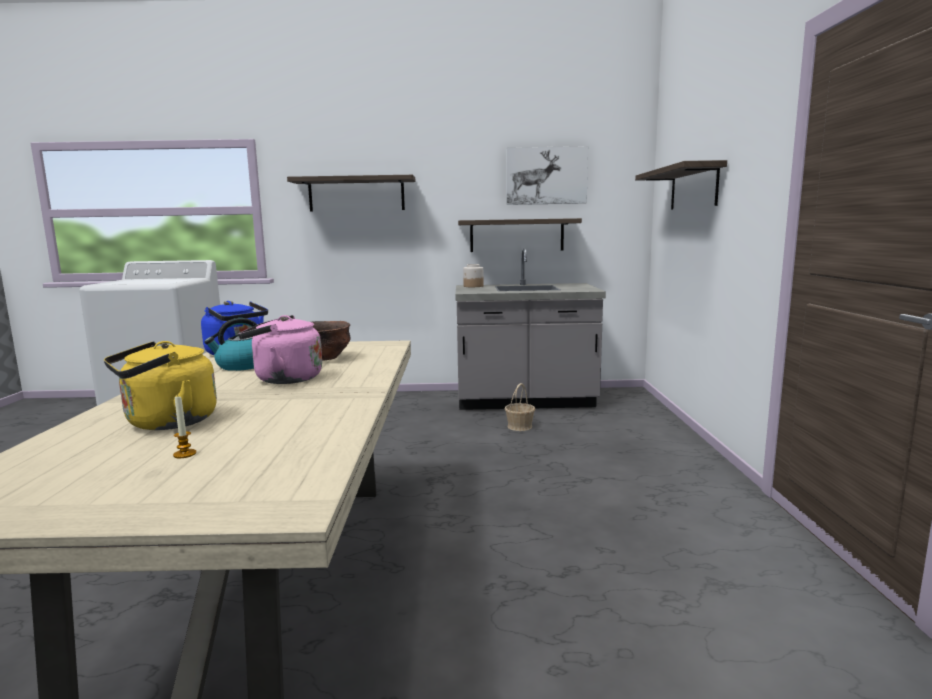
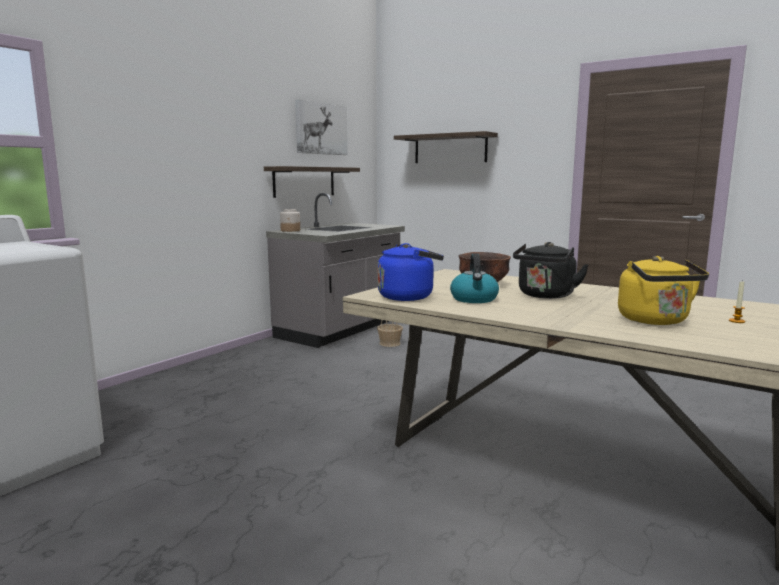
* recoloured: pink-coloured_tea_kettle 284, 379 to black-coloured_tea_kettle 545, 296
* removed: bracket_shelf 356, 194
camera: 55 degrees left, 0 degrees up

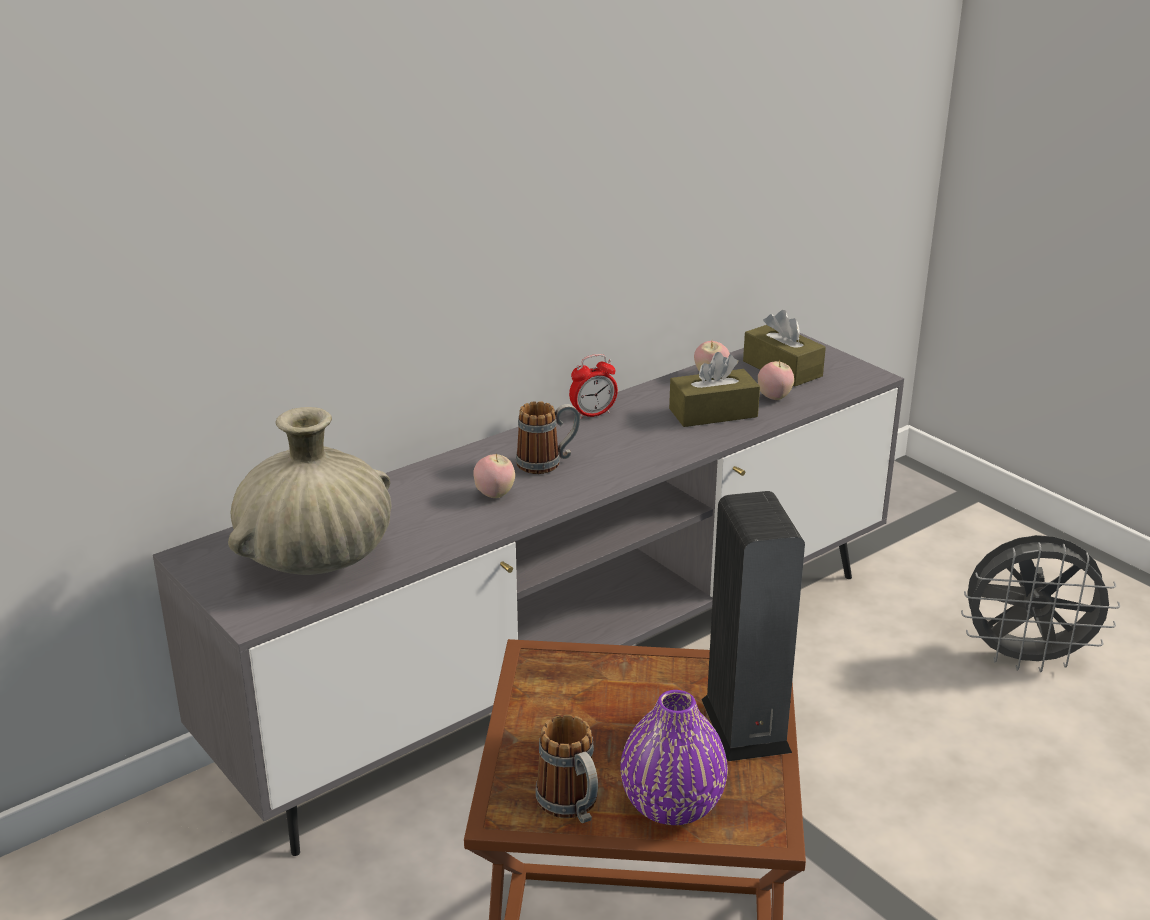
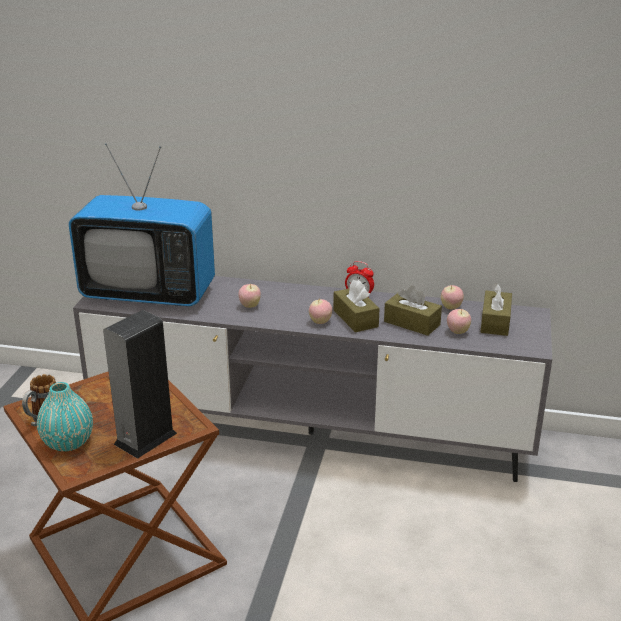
* replaced: sand-coloured_decorative_vase 315, 558 to television 149, 293
* removed: coffee_mug 548, 463
* recoloured: purple_decorative_vase 672, 805 to turquoise_decorative_vase 68, 442
* removed: gray_electric_fan 1026, 658
* added: apple_fruit 320, 322
* added: brown-coloured_tissue_box 355, 318
camera: 50 degrees right, 0 degrees up

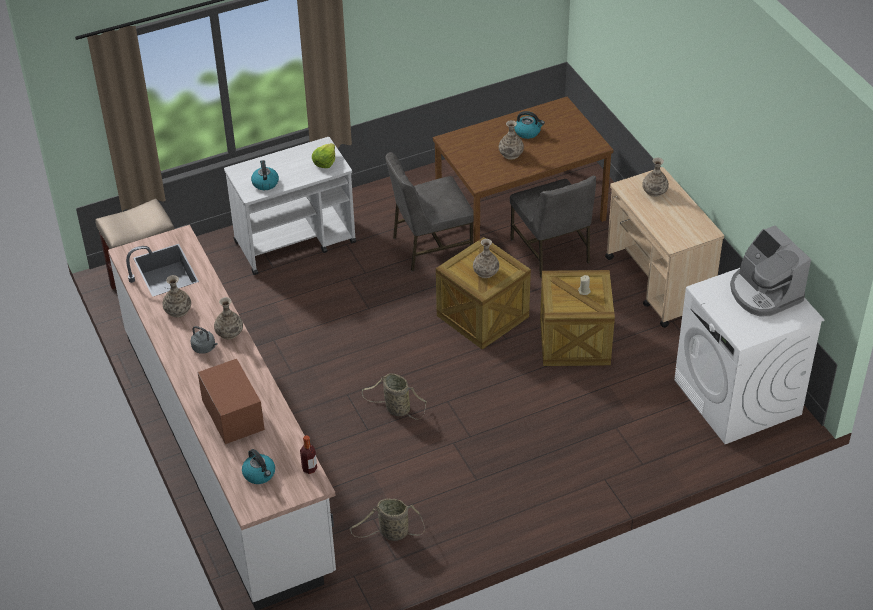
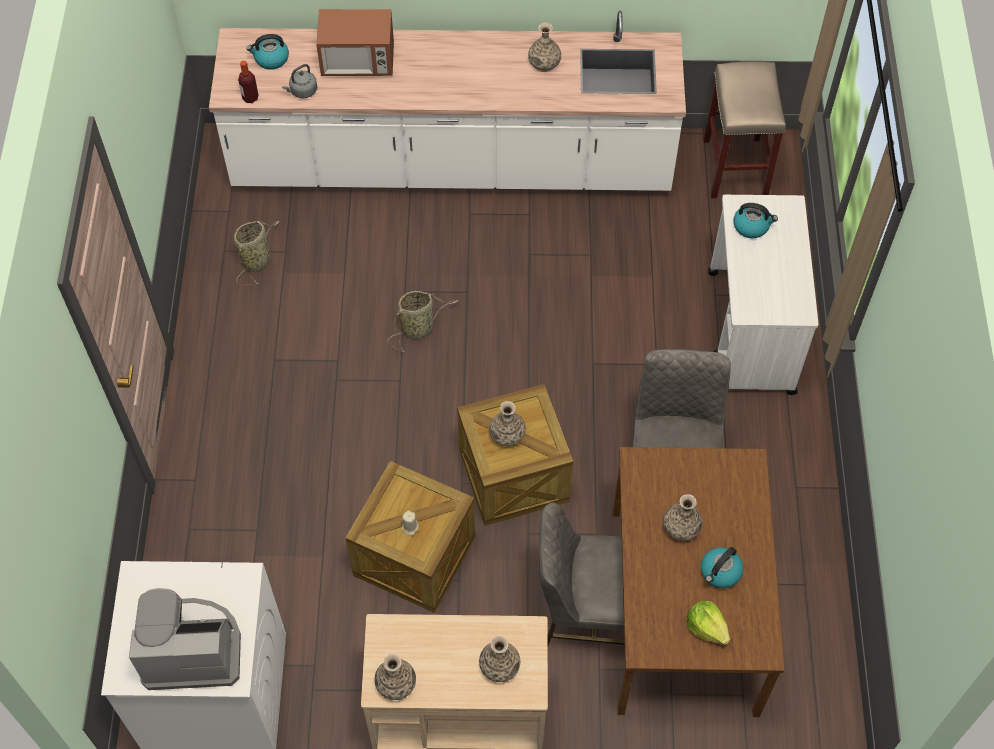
* moved: gray_tea_kettle 205, 348 to 302, 91
* moved: decorative_vase 229, 332 to 396, 684
* moved: head_of_lettuce 325, 162 to 707, 627
camera: 115 degrees right, 15 degrees up

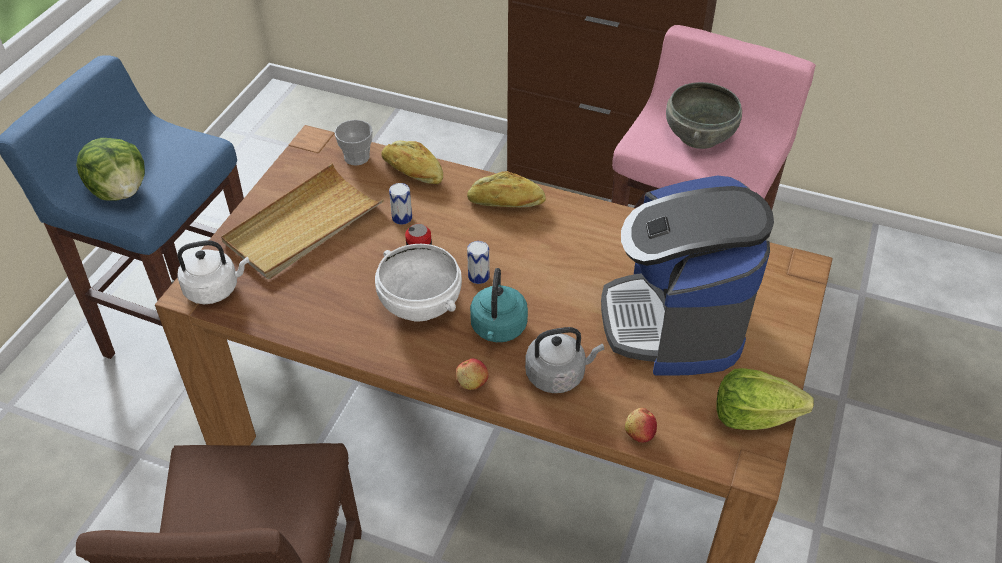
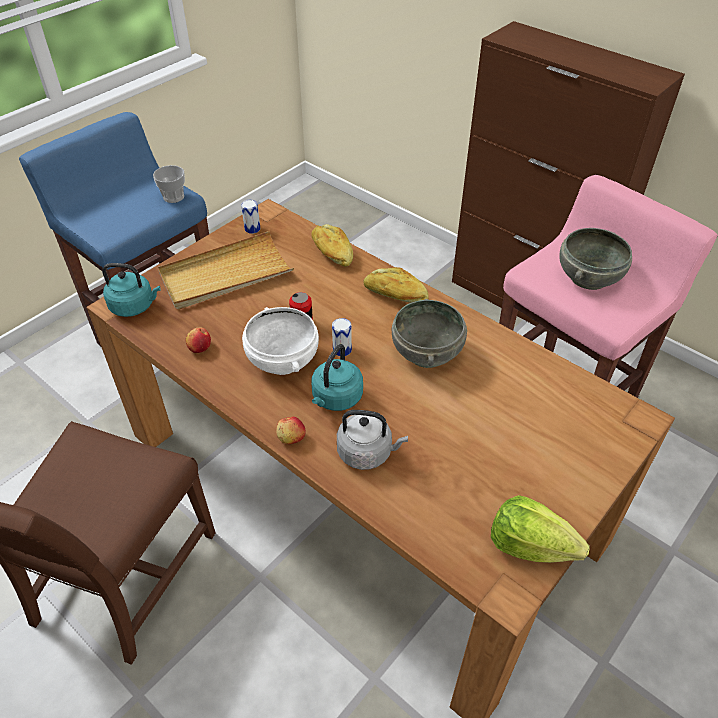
* removed: head_of_lettuce 121, 191
* recoloured: white-coloured_tea_kettle 215, 289 to turquoise_tea_kettle 134, 306
* moved: cup 356, 157 to 173, 197
* moved: sealed_can 402, 217 to 252, 229
* removed: coffee_maker 674, 322
* moved: apple_fruit 639, 433 to 199, 347
* added: gray_deep_dish 428, 353
camera: 20 degrees right, 0 degrees up

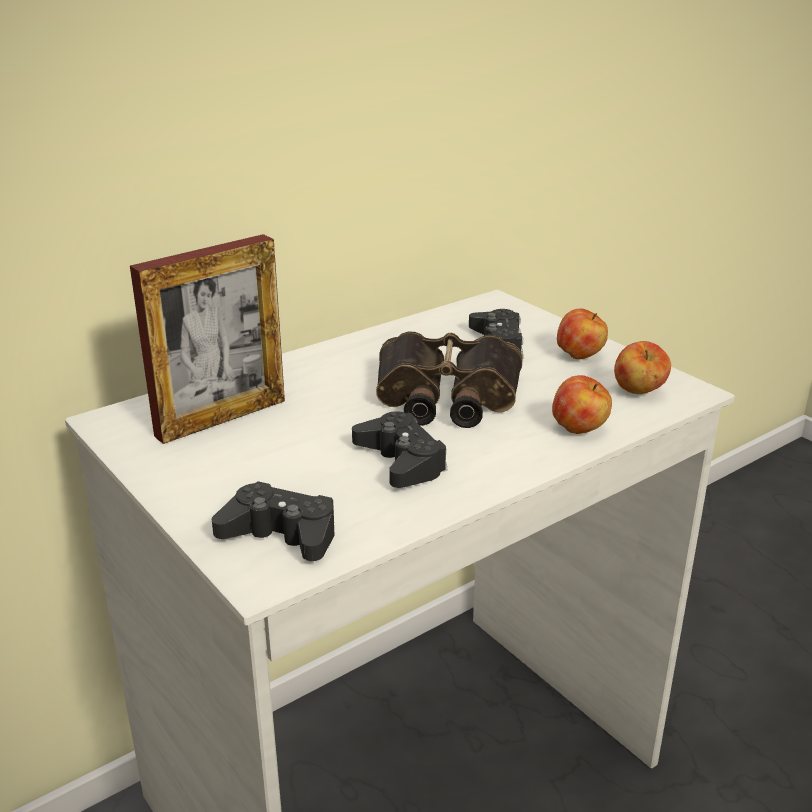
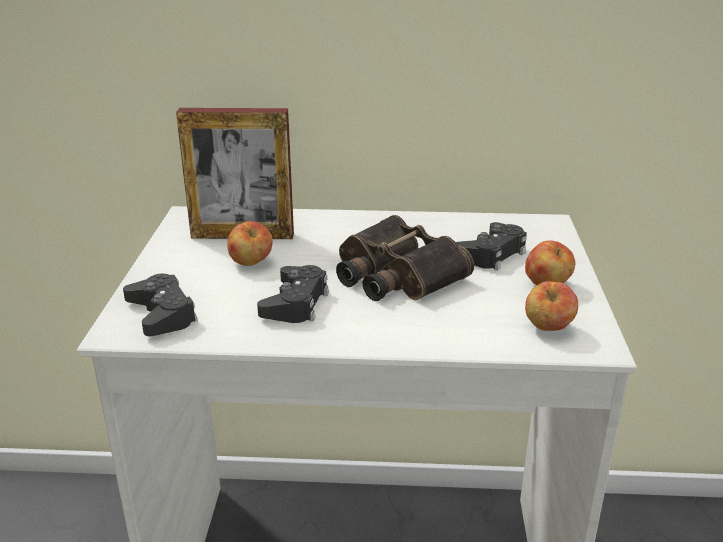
* moved: apple_fruit 579, 429 to 251, 263
camera: 40 degrees right, 0 degrees up

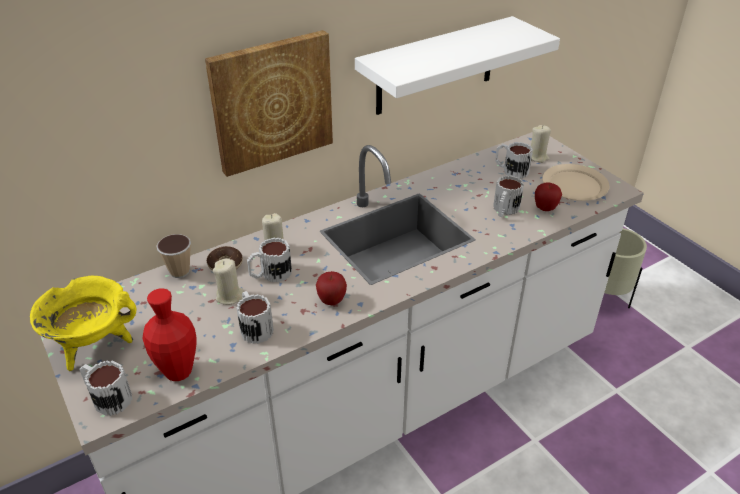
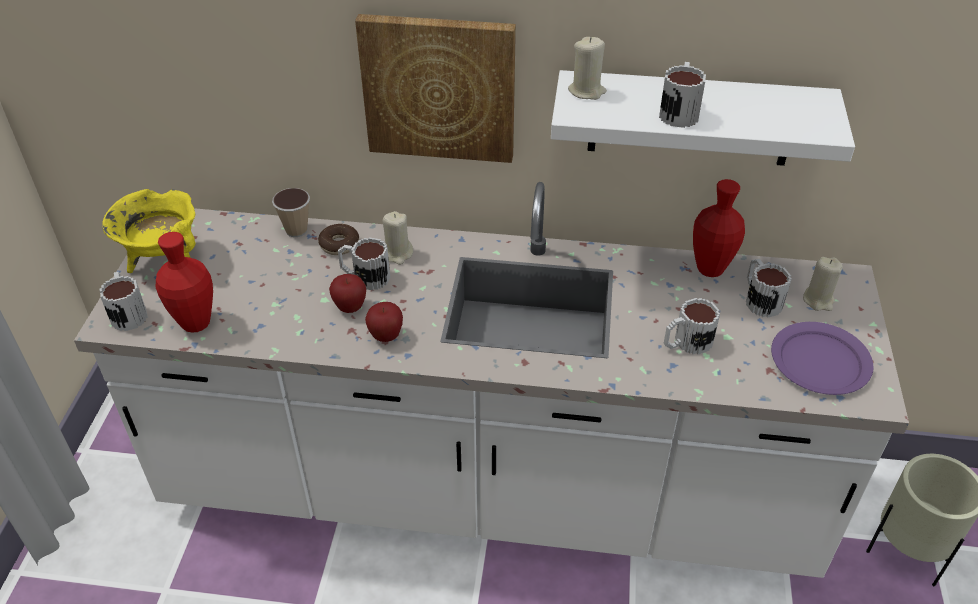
* moved: sand-coloured_candle 230, 296 to 587, 91
* moved: coffee_mug 254, 327 to 679, 111
* moved: apple_fruit 545, 208 to 350, 308
* recoloured: sand-coloured_plate 575, 185 to purple_plate 821, 362
* added: red-coloured_decorative_vase 710, 269
camera: 40 degrees right, 5 degrees up

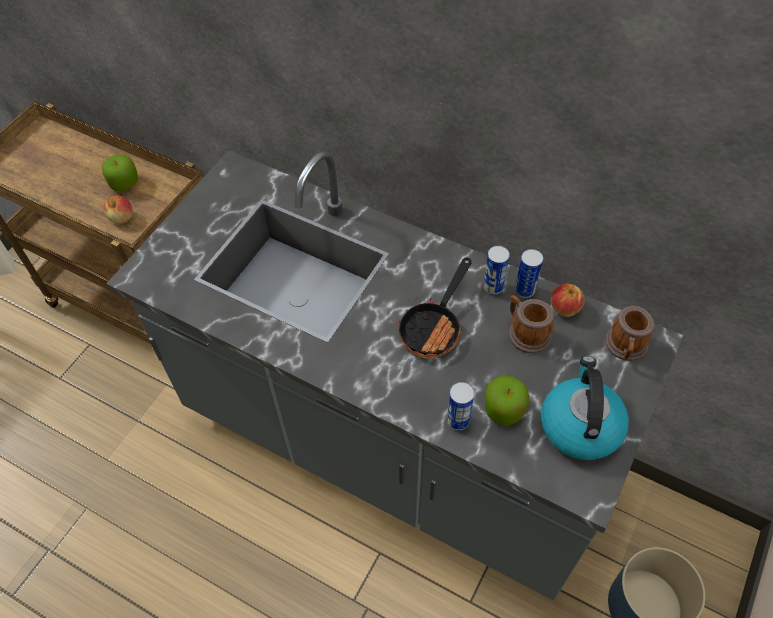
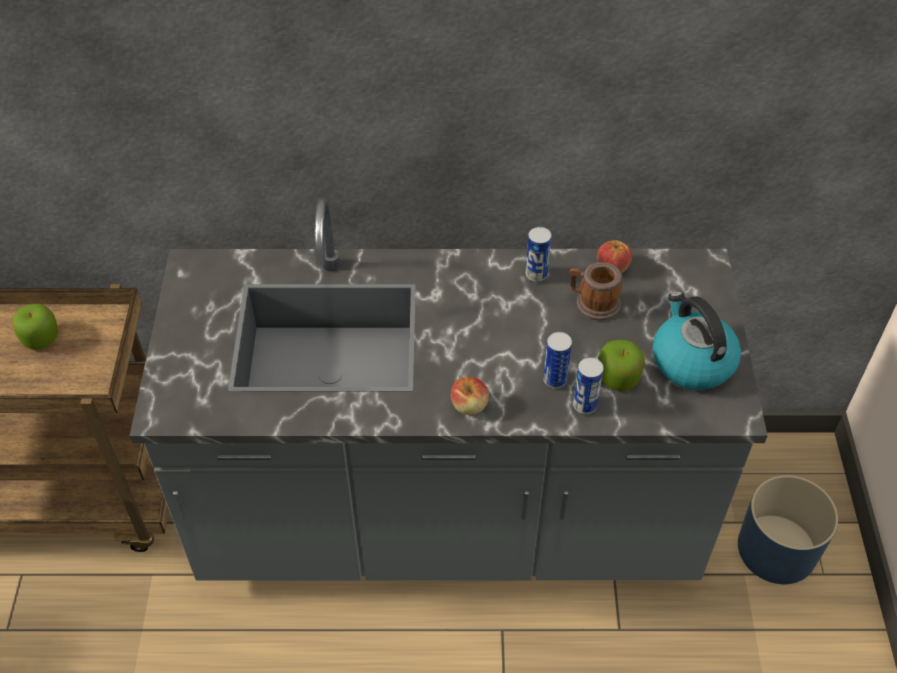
* moved: apple_fruit 121, 217 to 469, 405
* removed: frying_pan 434, 327
* moved: sealed_can 524, 290 to 554, 380
* removed: coffee_mug 625, 347
camera: 30 degrees left, 5 degrees down

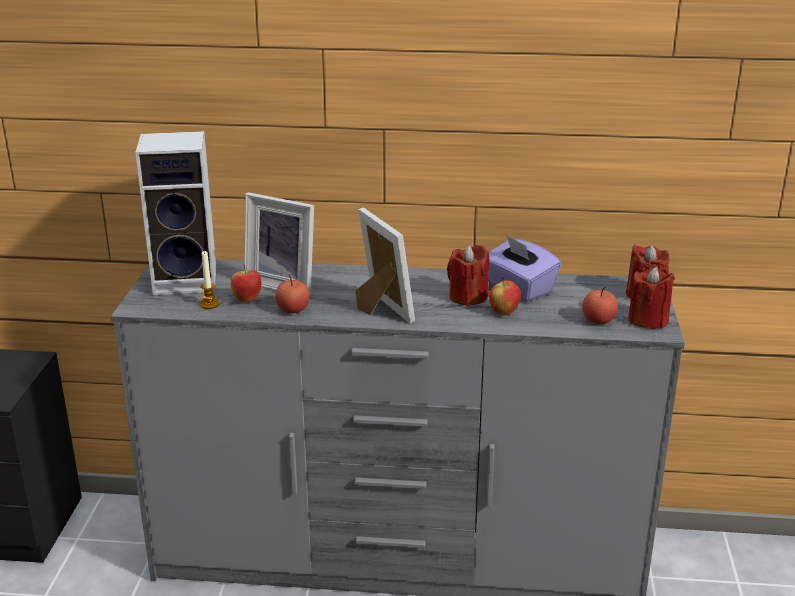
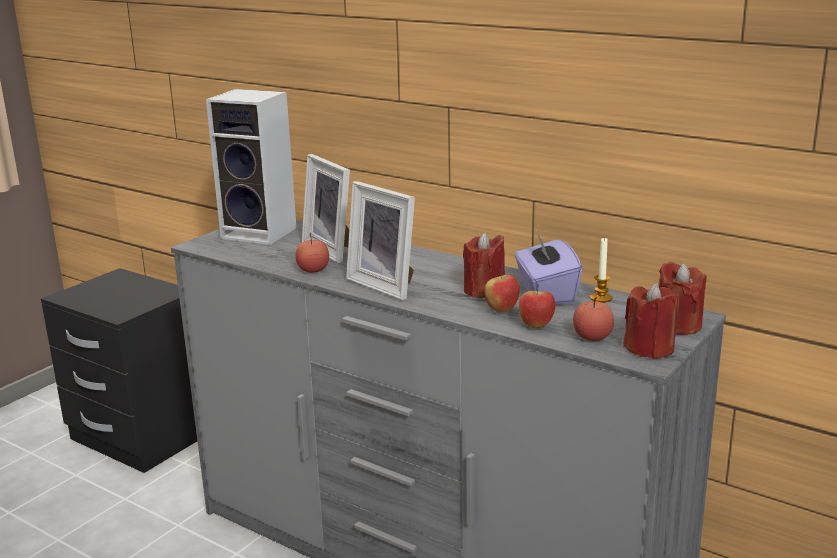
* moved: candle 209, 304 to 601, 298
* moved: apple_fruit 247, 300 to 536, 326
* turned: standing_frame 379, 310 = 387, 285 135 degrees clockwise
camera: 30 degrees right, 5 degrees down

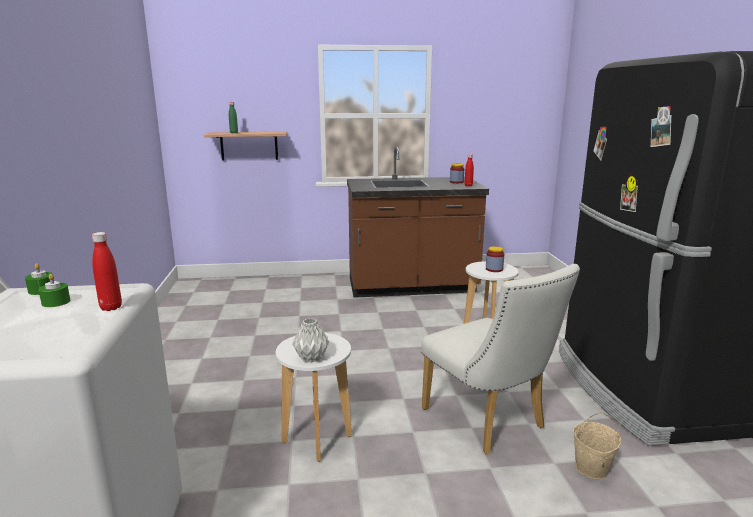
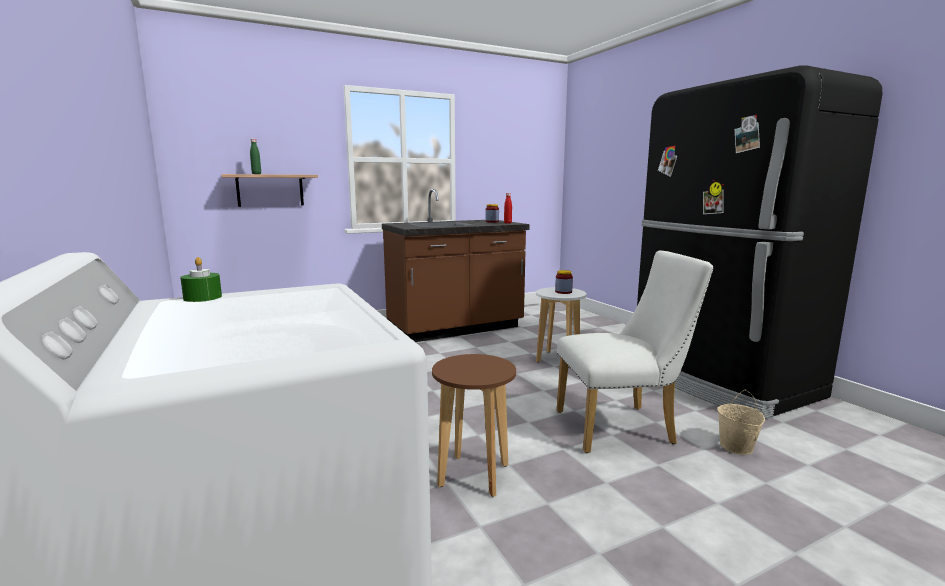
* removed: green_candle 56, 302
* removed: red-coloured_drink_bottle 111, 307
* recoloured: white-coloured_stool_seat 317, 439 to brown-coloured_stool_seat 474, 476
* removed: gray_decorative_vase 310, 358
* turned: white-coloured_upright_chair 489, 422 = 622, 427 45 degrees counterclockwise
camera: 20 degrees left, 5 degrees down

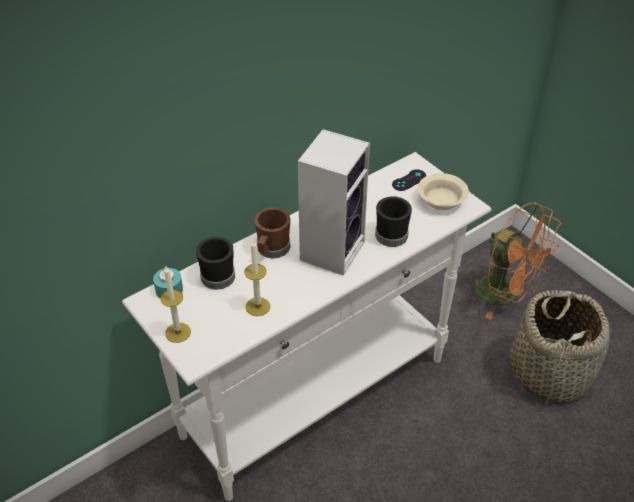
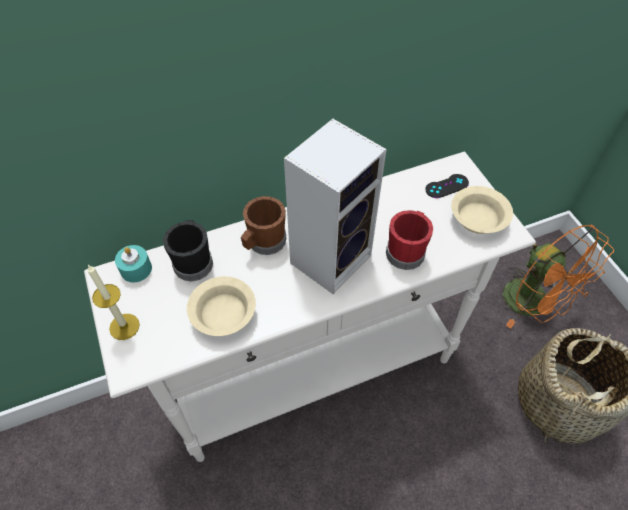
* replaced: candle 258, 306 to sand-coloured_deep_dish 223, 313
* recoloured: black-coloured_coffee_mug 392, 233 to red-coloured_coffee_mug 406, 250
camera: 15 degrees right, 10 degrees up

